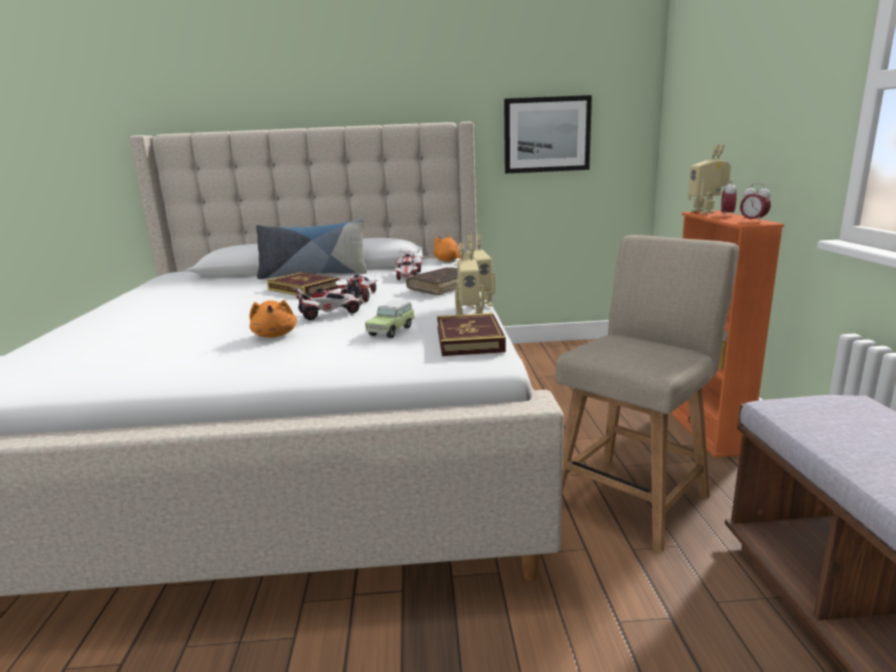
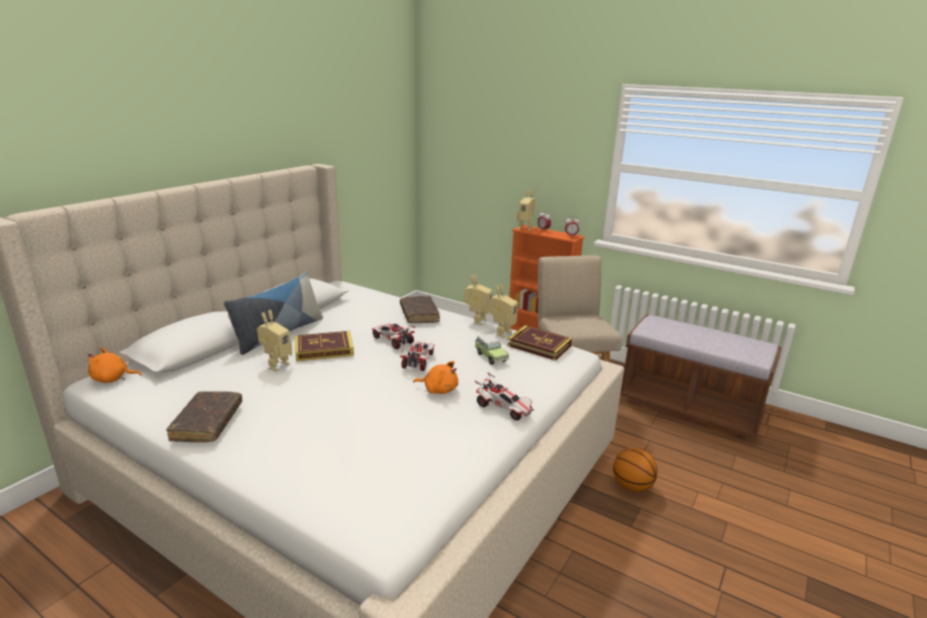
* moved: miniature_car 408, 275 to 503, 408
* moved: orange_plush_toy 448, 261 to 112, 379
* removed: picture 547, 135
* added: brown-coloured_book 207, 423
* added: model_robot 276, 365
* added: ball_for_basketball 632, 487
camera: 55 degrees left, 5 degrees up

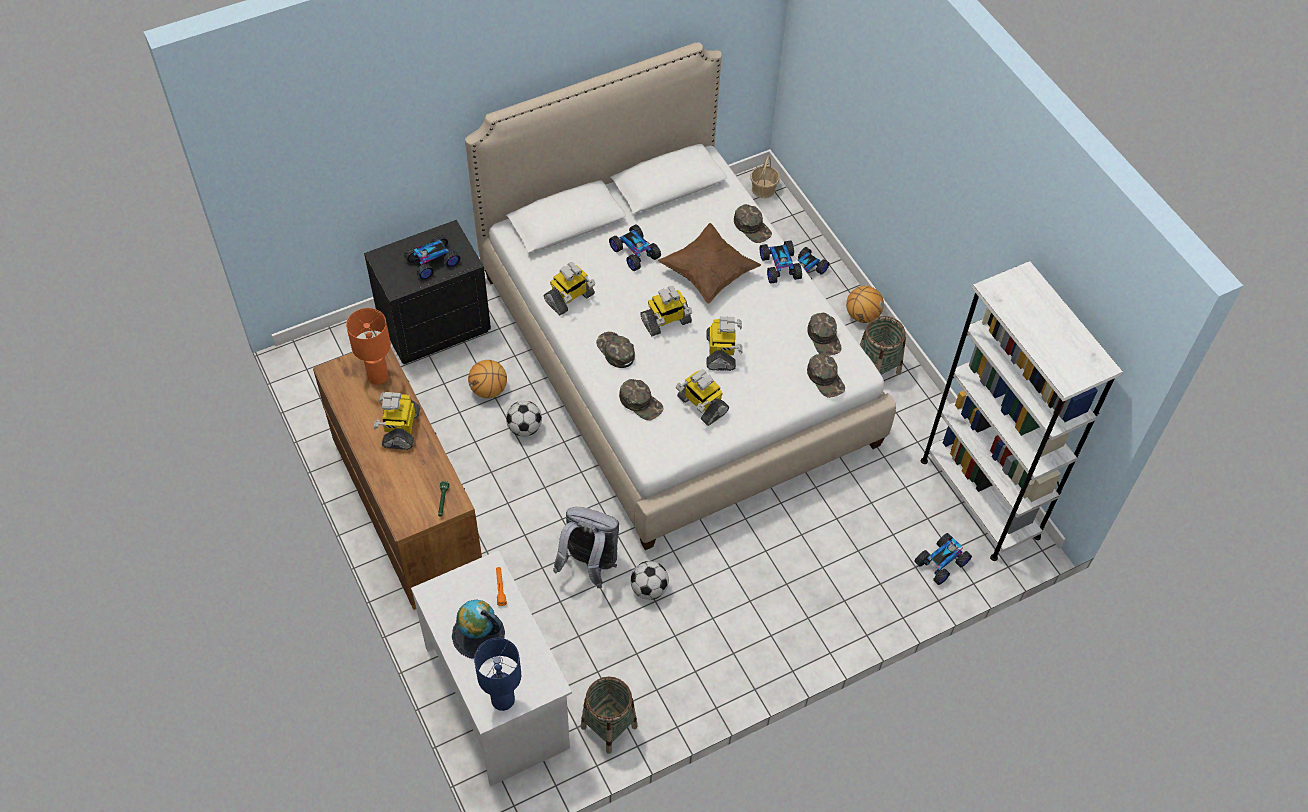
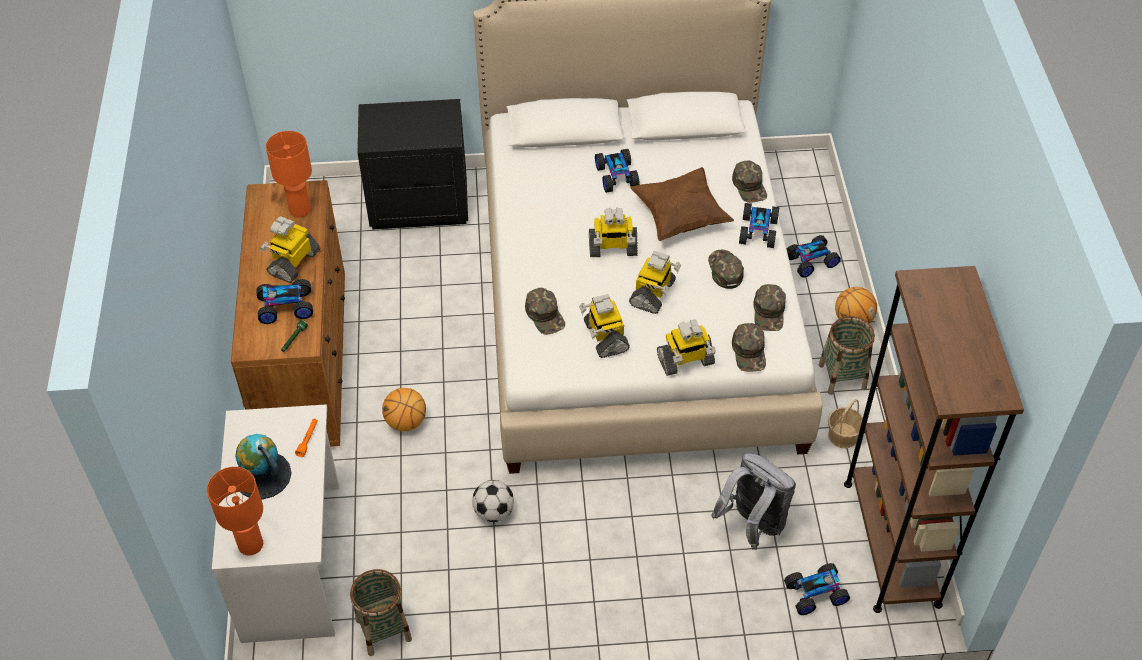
* moved: miniature_car 433, 262 to 286, 308
* moved: ball_for_basketball 489, 390 to 406, 422
* recoloured: bluish_table_lamp 503, 700 to orange_table_lamp 250, 545
* removed: football 524, 428
* moved: model_robot 569, 298 to 685, 361
* moved: gray_knapsack 589, 564 to 752, 524
* moved: green_cap 615, 351 to 724, 270
* moved: household_basket 763, 189 to 843, 436
* recoloured: white-coloured_bookcase 979, 498 to brown-coloured_bookcase 891, 542
camera: 25 degrees right, 5 degrees down

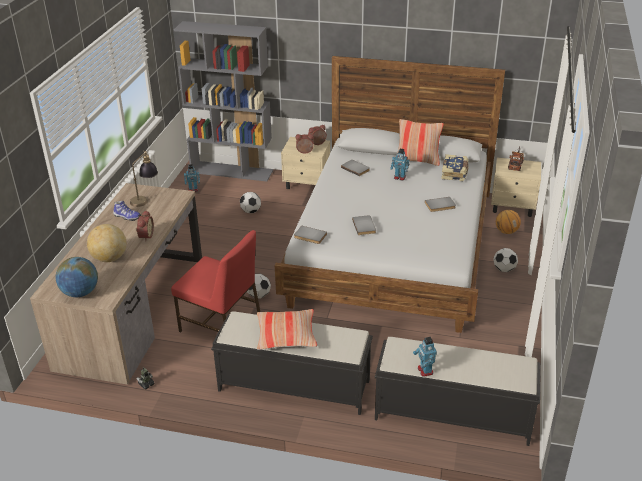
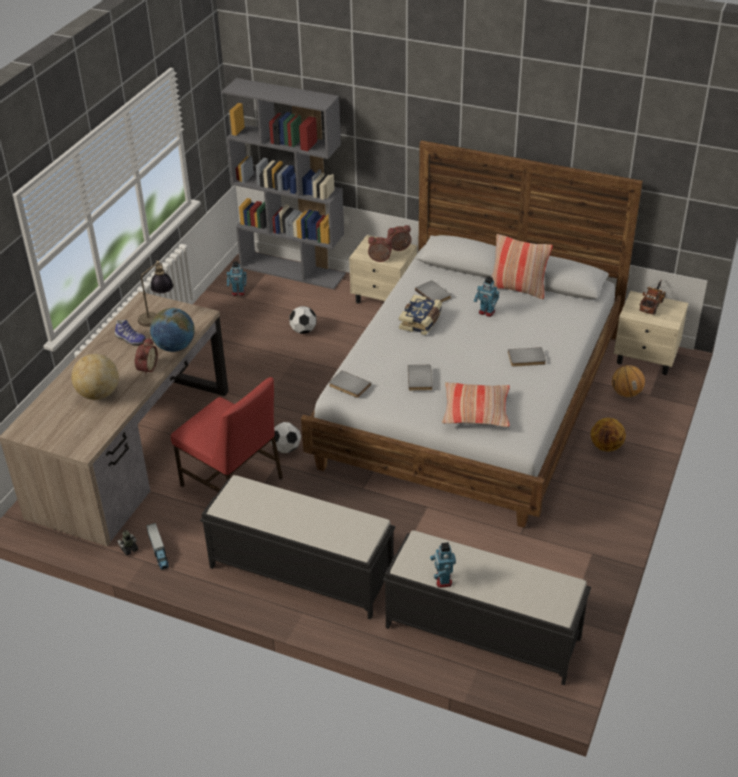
* moved: desk_globe 80, 293 to 175, 347
* moved: cushion 286, 335 to 476, 411
* moved: book 455, 173 to 421, 321
* replaced: football 504, 269 to ball_for_basketball 606, 447
* added: toy_lorry 159, 551
camera: 10 degrees right, 5 degrees up

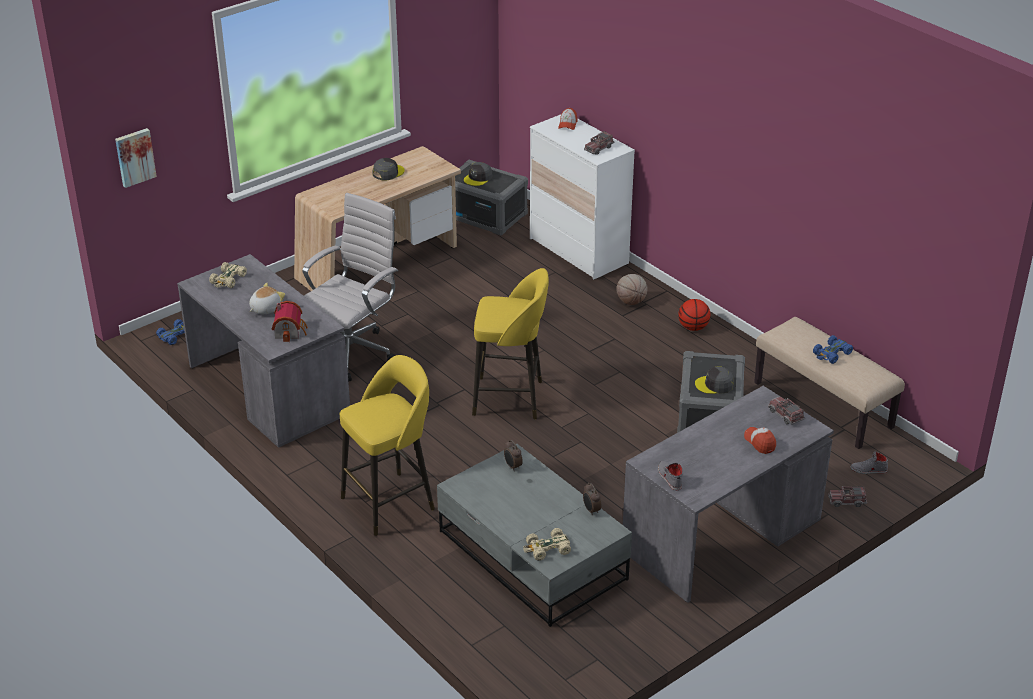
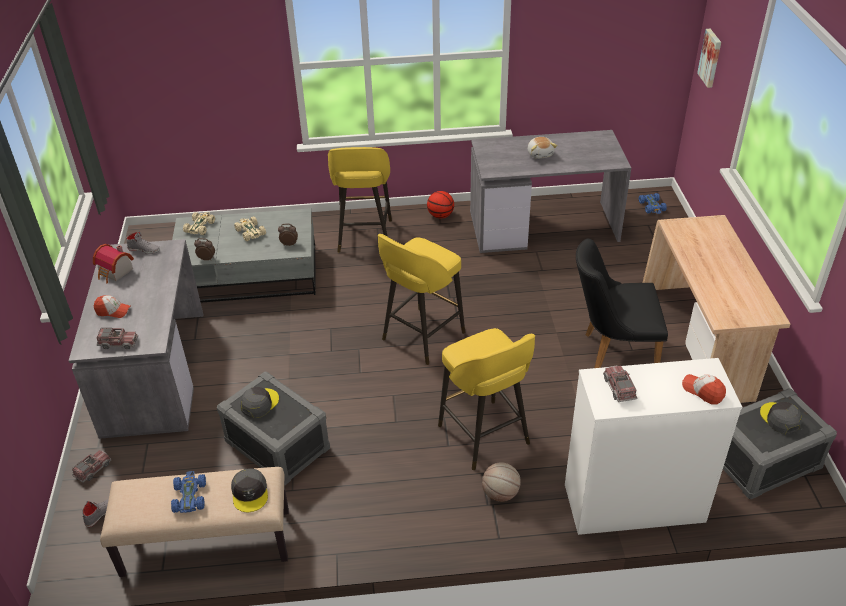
* moved: sand-coloured_miniature_car 228, 279 to 250, 232
* moved: model_house 290, 331 to 115, 272
* removed: white-coloured_computer_chair 353, 352
* moved: gray_cap 388, 172 to 250, 493
* moved: ball_for_basketball 693, 327 to 440, 215
* added: yellow_stool_seat 485, 436
* added: black-coloured_upright_chair 611, 354
camera: 125 degrees right, 5 degrees up

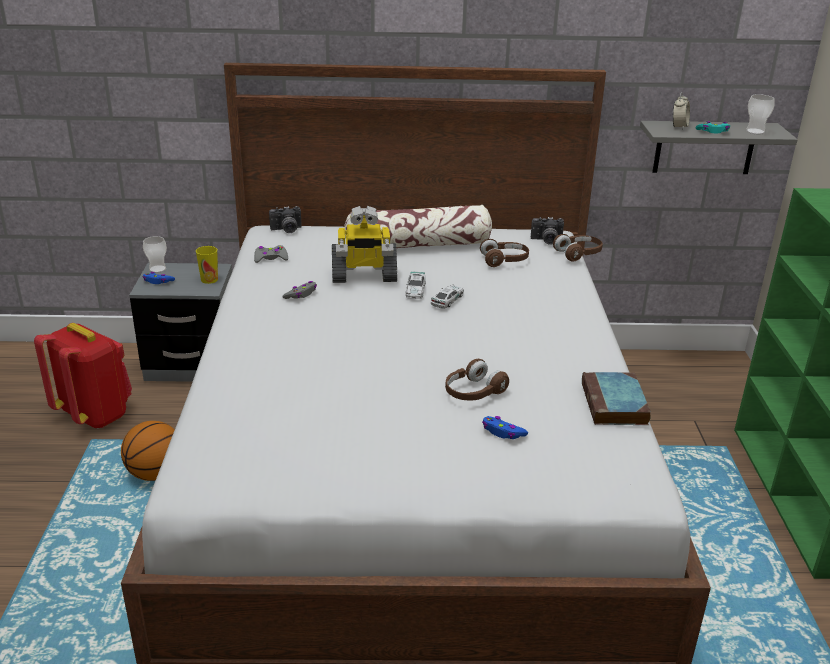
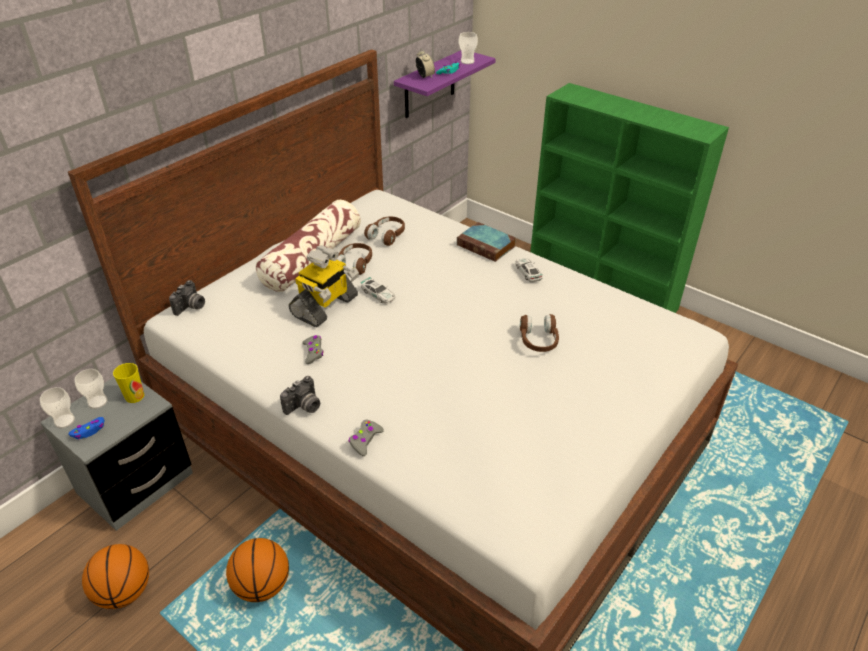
* replaced: red-coloured_knapsack 95, 415 to ball_for_basketball 124, 592
* moved: gray_joypad 270, 258 to 365, 440
* moved: miniature_car 447, 300 to 528, 272
* removed: bluish_joypad 503, 432
* moved: still_camera 546, 241 to 304, 407
* moved: brown-coloured_headset 578, 254 to 355, 264
* moved: book 615, 405 to 487, 246
* recoloured: gray_bracket_shelf 704, 147 to purple_bracket_shelf 429, 85
* added: cup 97, 402
camera: 50 degrees left, 10 degrees up

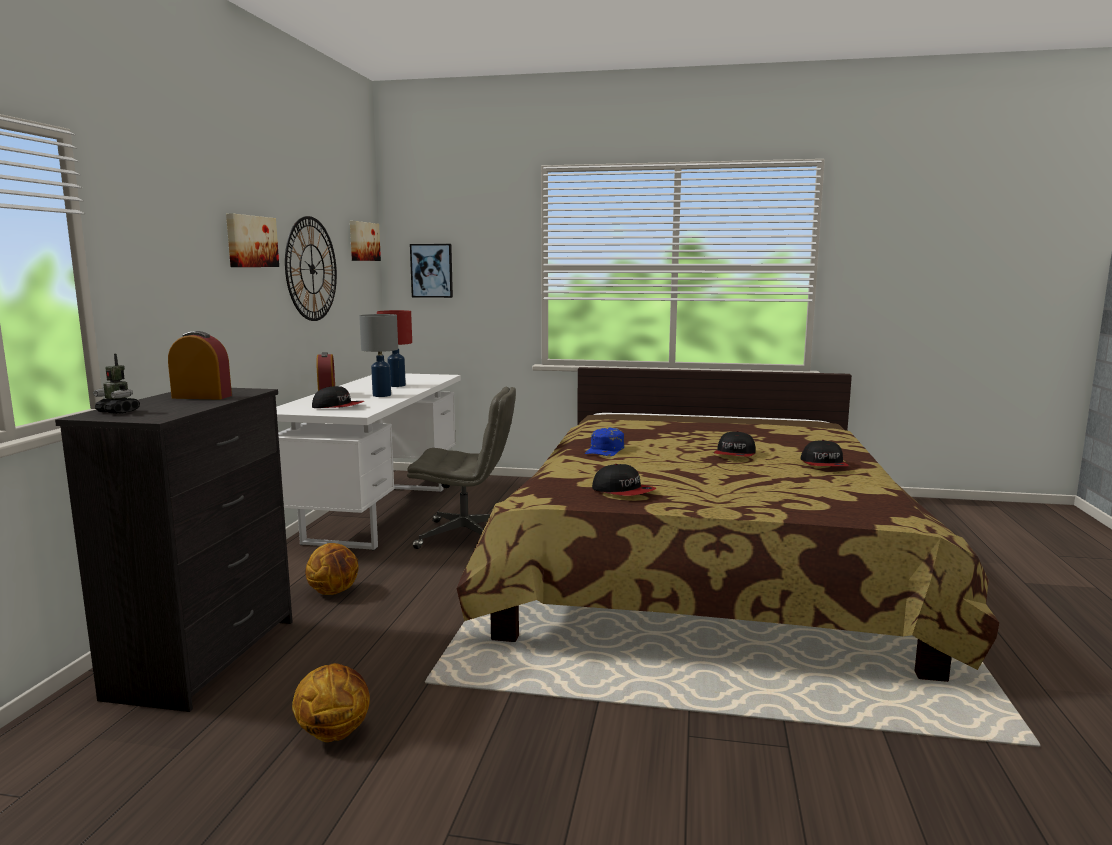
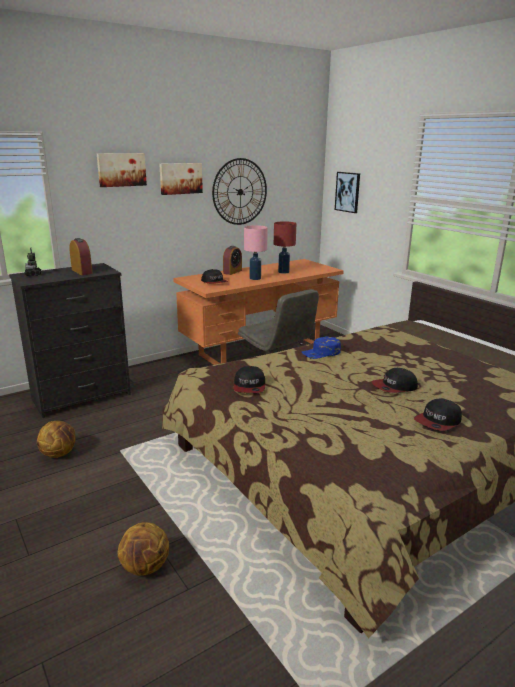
* recoloured: white-coloured_desk 378, 514 to orange_desk 260, 349
* moved: ball_for_basketball 334, 592 to 145, 567
* moved: picture 363, 241 to 121, 169
* recoloured: gray_table_lamp 381, 395 to pink-coloured_table_lamp 255, 278
camera: 45 degrees right, 10 degrees up

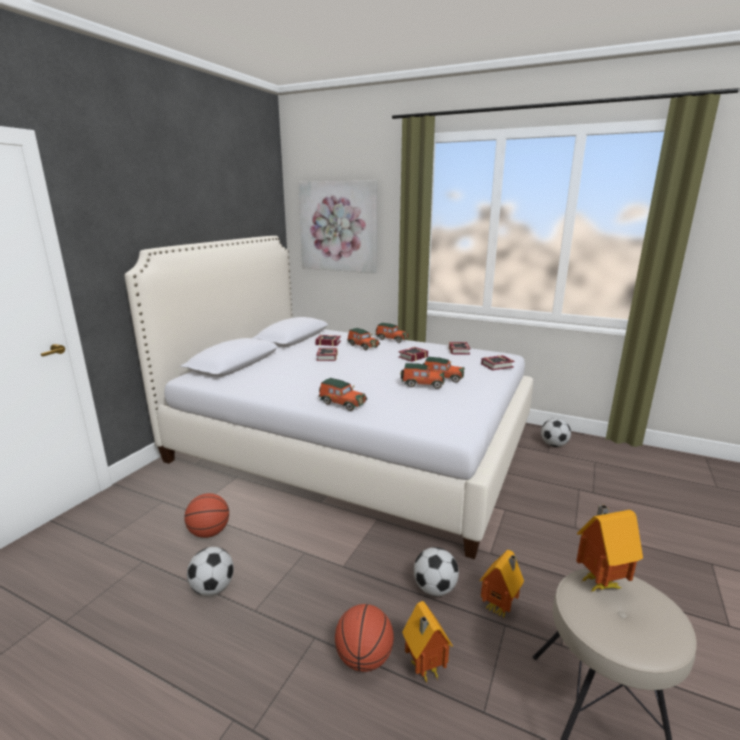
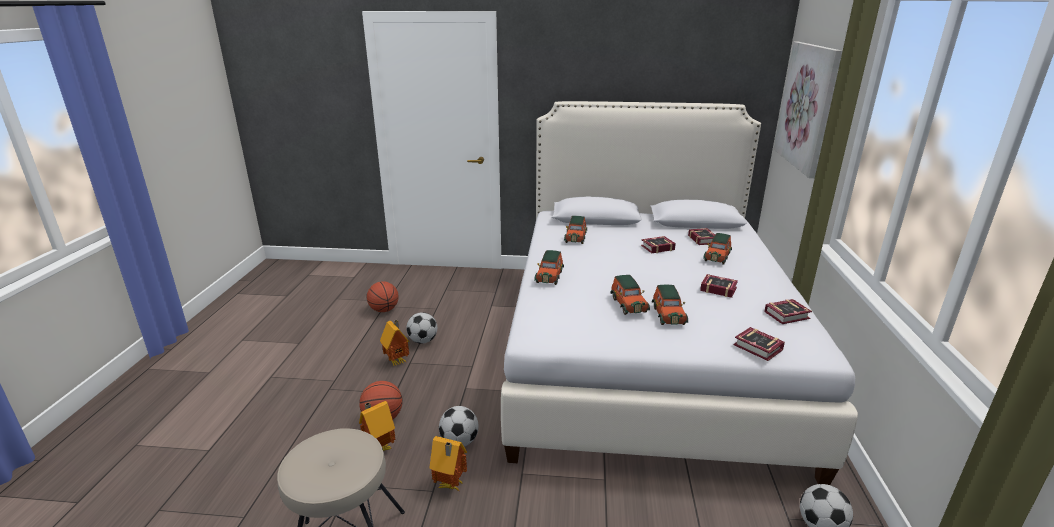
* moved: ball_for_basketball 209, 532 to 384, 310
* moved: miniature_car 391, 339 to 576, 237
* moved: model_house 598, 582 to 398, 361
camera: 70 degrees right, 5 degrees up

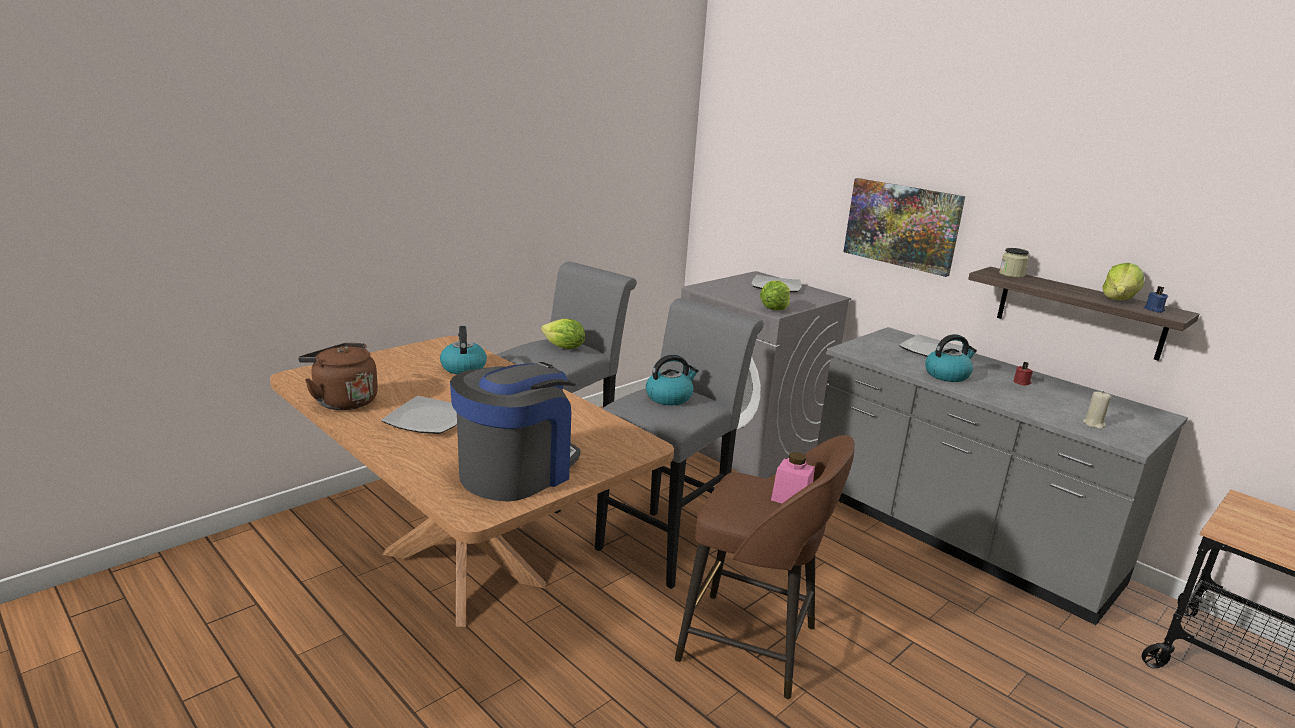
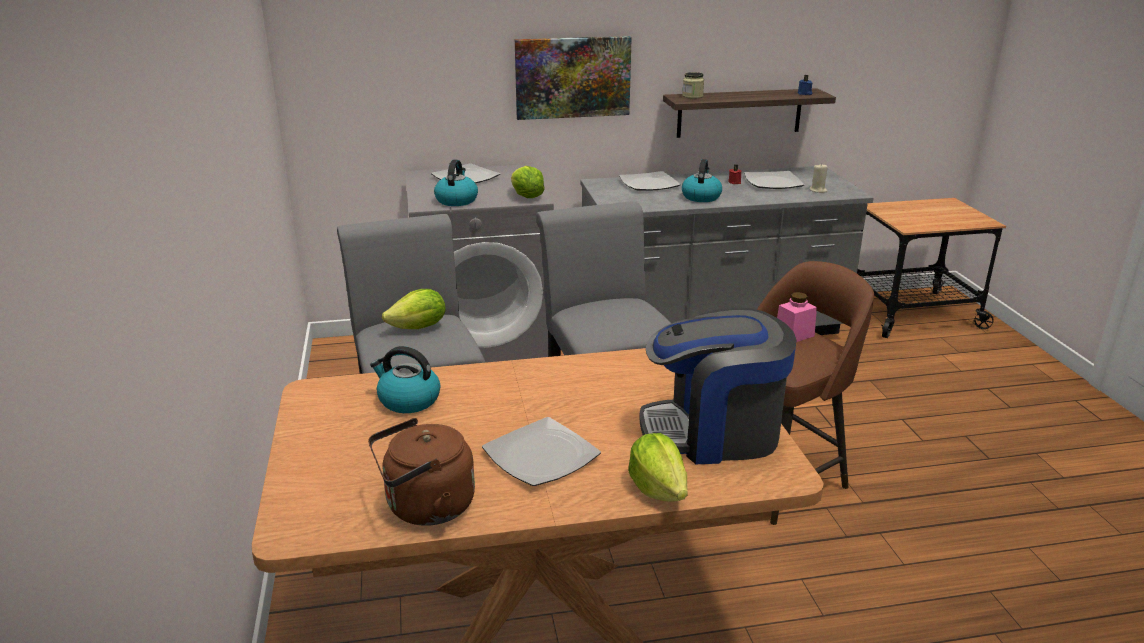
* turned: coffee_maker 516, 471 = 713, 432 75 degrees counterclockwise
* moved: tea_kettle 669, 397 to 456, 200
* moved: head_of_lettuce 1119, 299 to 658, 489
* added: plate 772, 182
camera: 55 degrees left, 5 degrees up

